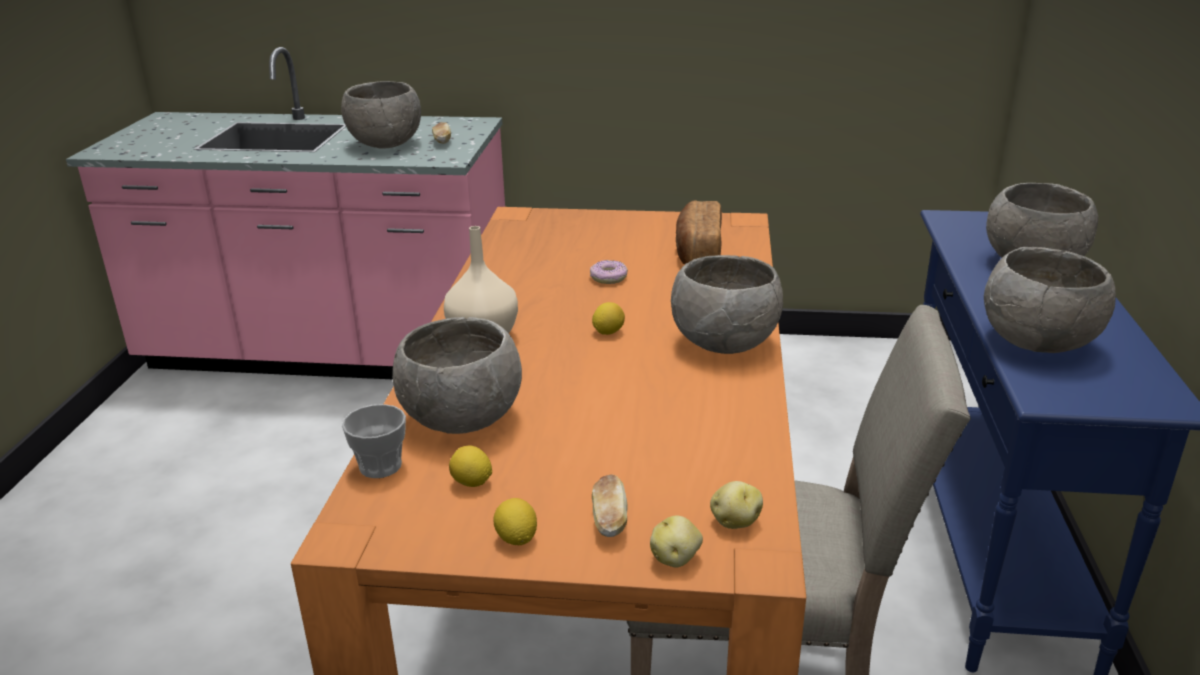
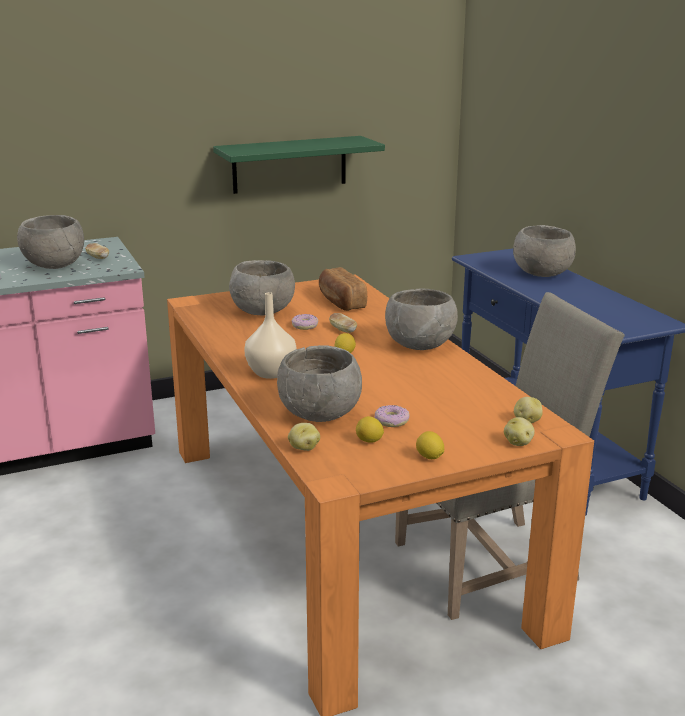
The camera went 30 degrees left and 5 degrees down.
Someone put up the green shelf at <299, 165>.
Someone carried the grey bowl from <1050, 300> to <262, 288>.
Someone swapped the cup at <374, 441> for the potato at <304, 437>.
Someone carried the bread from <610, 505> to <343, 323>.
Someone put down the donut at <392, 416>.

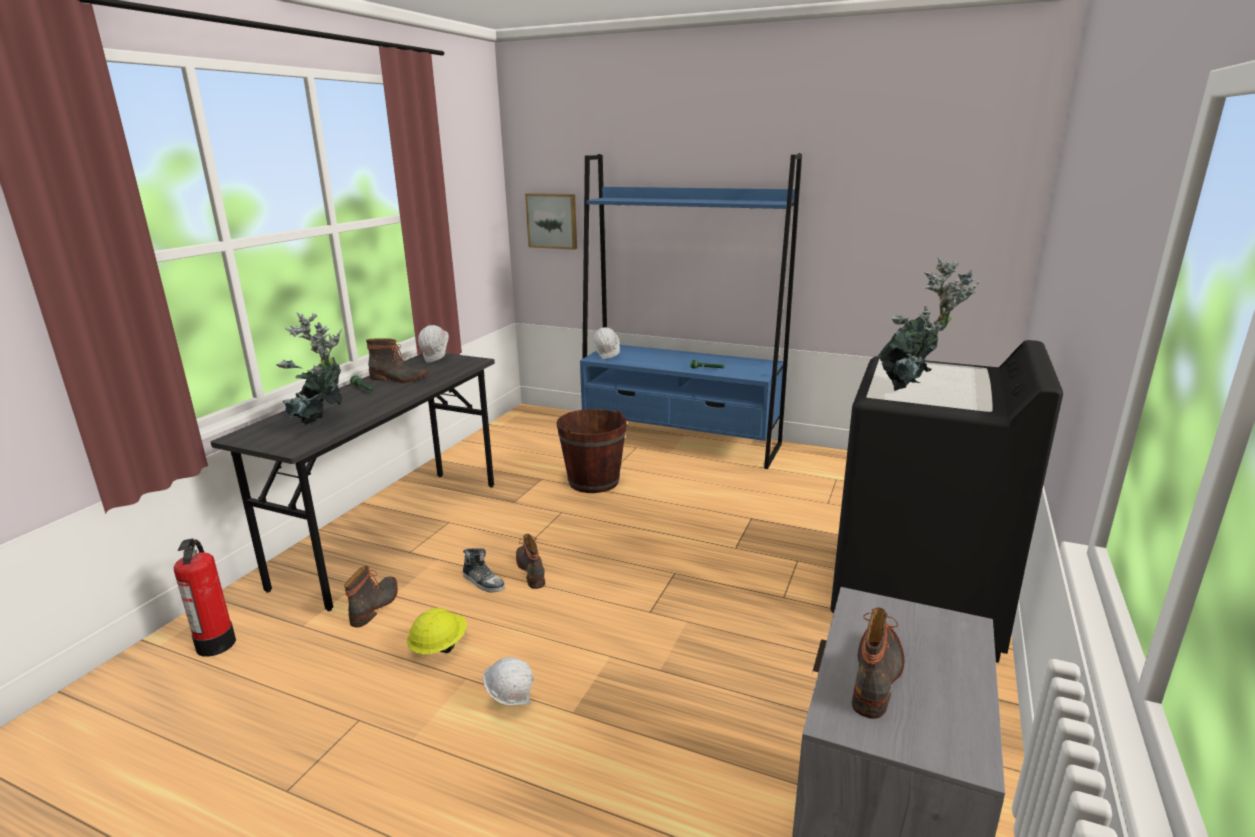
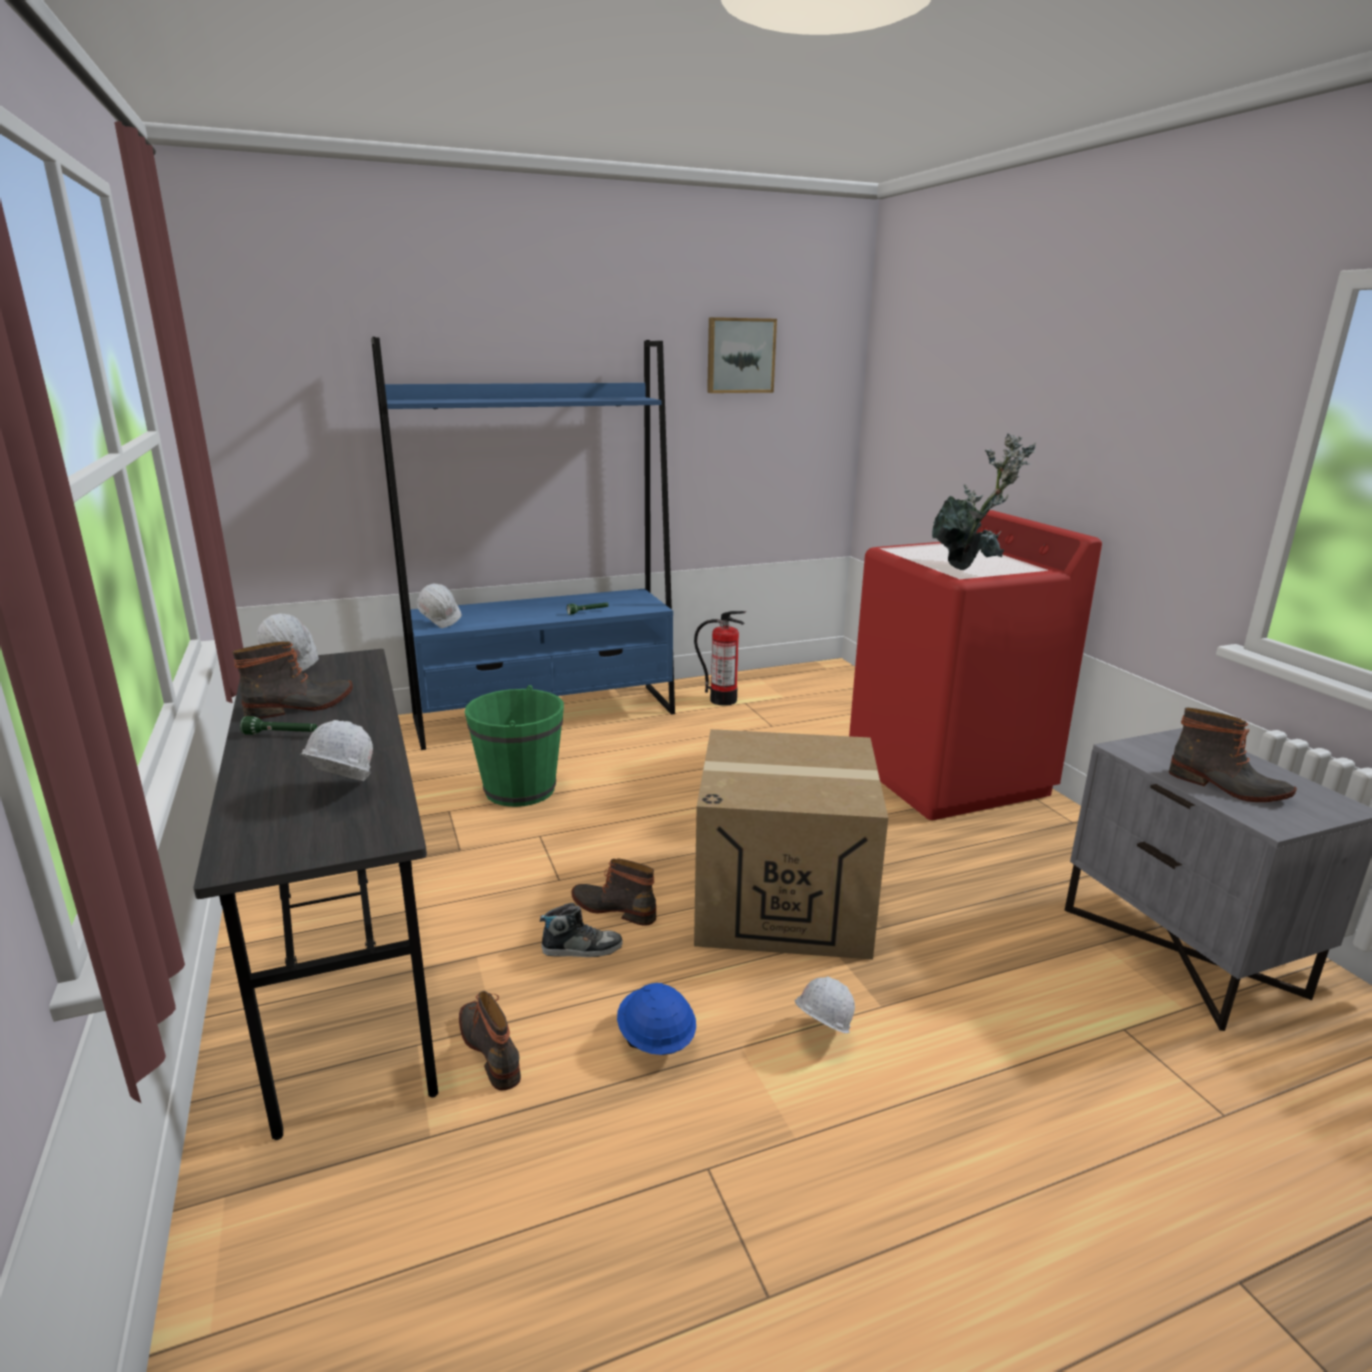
The camera went 45 degrees left and 0 degrees up.
Someone swapped the potted plant at <309, 368> for the white hard hat at <336, 751>.
Someone repainted the brown bucket at <592, 451>, which became the green bucket at <514, 746>.
Someone repainted the yellow hard hat at <437, 631>, which became the blue hard hat at <656, 1019>.
Someone carried the fire extinguisher from <205, 597> to <720, 658>.
Someone put down the cardboard box at <791, 844>.
Someone carried the picture from <551, 221> to <742, 355>.
Someone repainted the black washing machine at <946, 501>, which became the red washing machine at <975, 665>.
Someone rotated the boot at <878, 663> by 150 degrees clockwise.

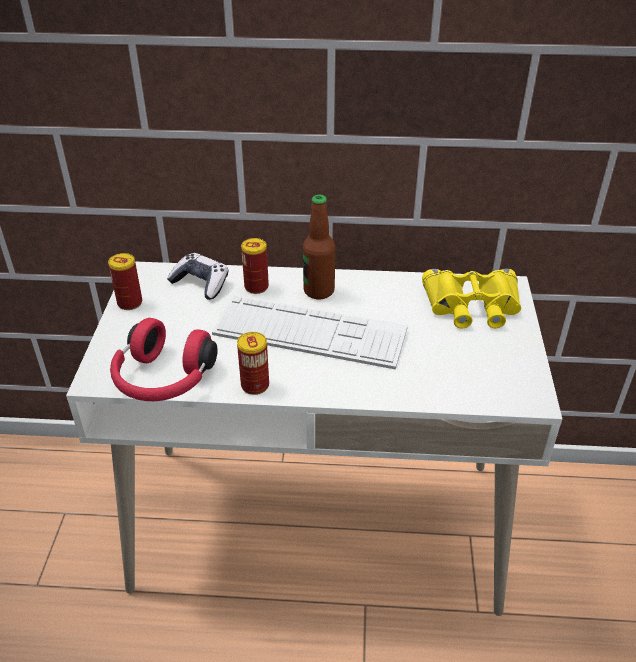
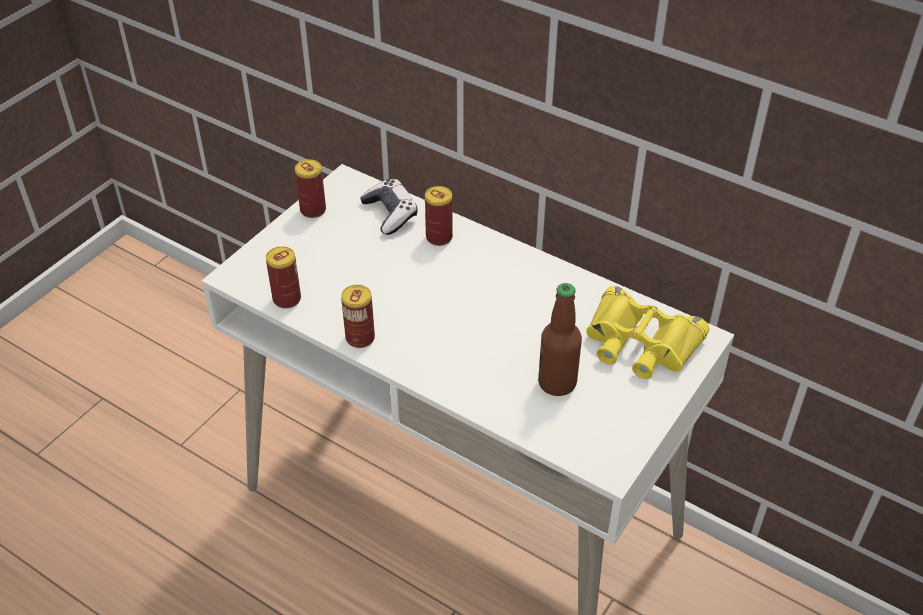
The camera went 30 degrees right and 5 degrees up.
Someone swapped the red headphones at <163, 359> for the can at <283, 277>.
Someone carried the bottle from <319, 247> to <560, 339>.
Someone took away the keyboard at <310, 332>.

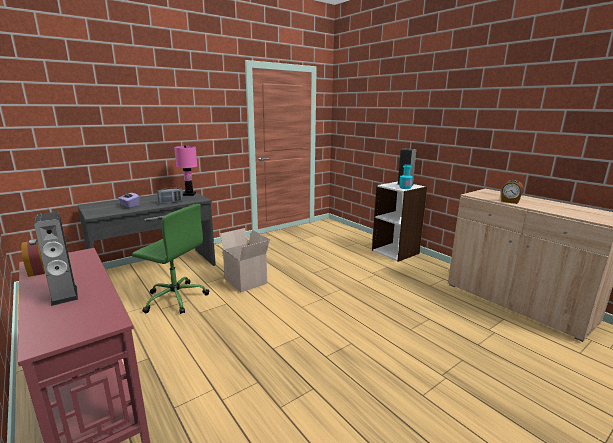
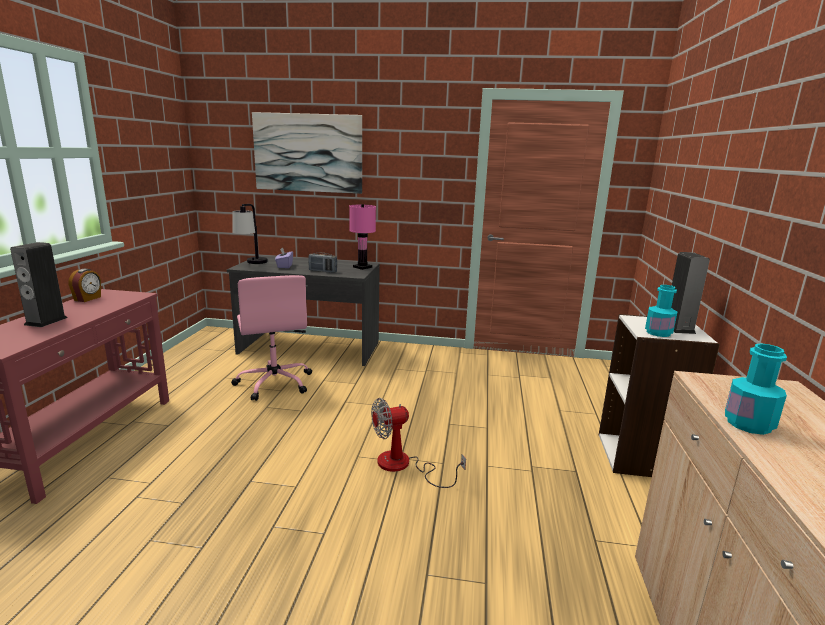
The camera went 45 degrees right and 0 degrees up.
Someone repainted the green office chair at <170, 259>, which became the pink office chair at <271, 338>.
Someone put down the table lamp at <250, 234>.
Someone put up the picture at <307, 153>.
Someone put down the fan at <418, 443>.
Someone swapped the alarm clock at <512, 192> for the turquoise bottle at <756, 389>.
Someone took away the cardboard box at <242, 260>.

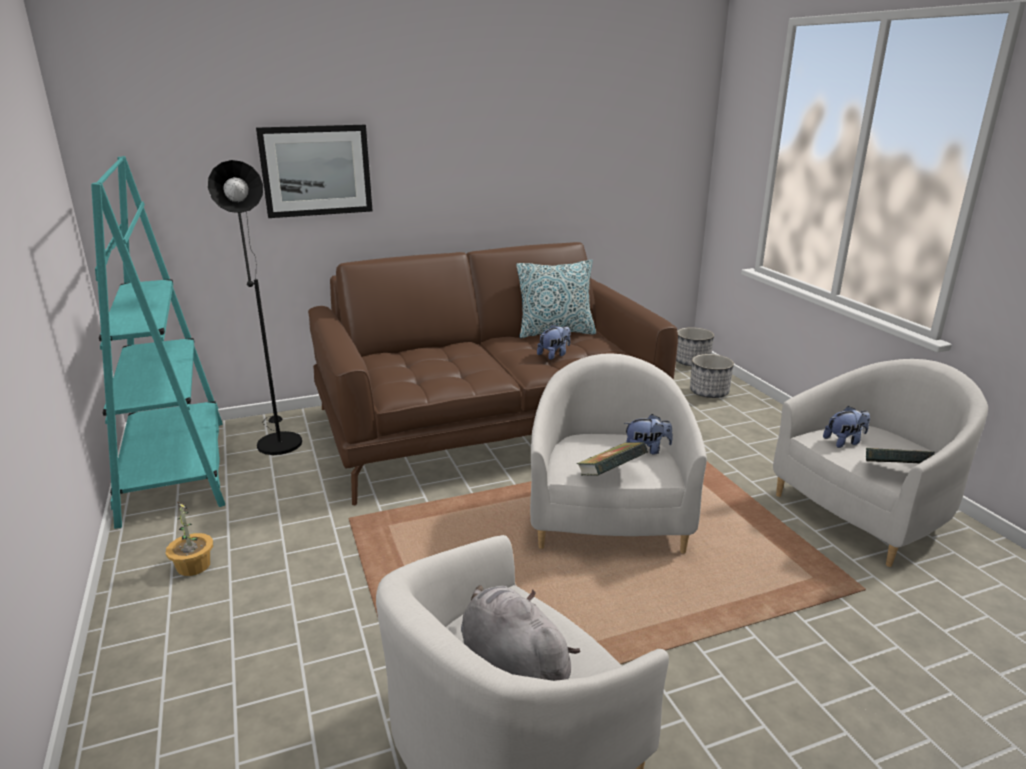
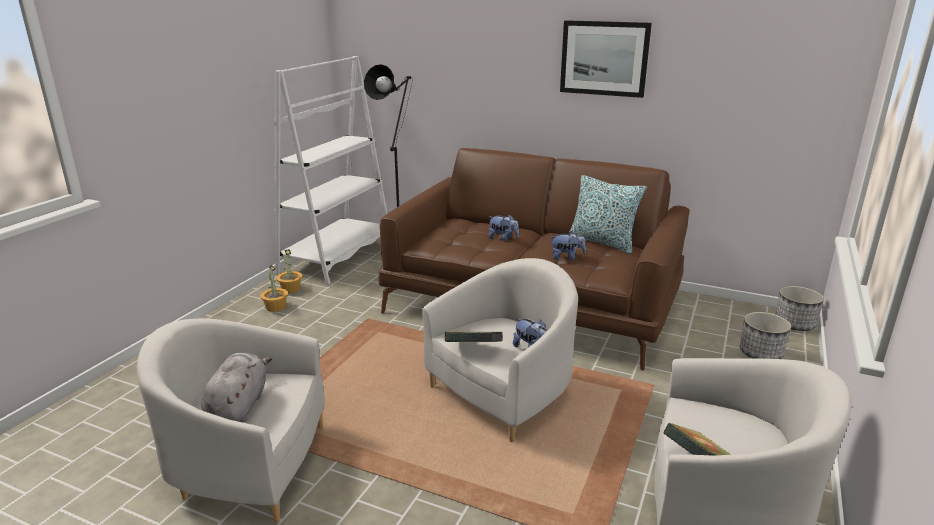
The camera went 45 degrees right and 0 degrees up.
Someone repainted the turquoise bookcase at <158, 342>, which became the white bookcase at <330, 170>.
Someone put down the potted plant at <289, 271>.
Someone carried the plush toy from <846, 427> to <504, 227>.
Someone carried the picture from <314, 171> to <606, 59>.

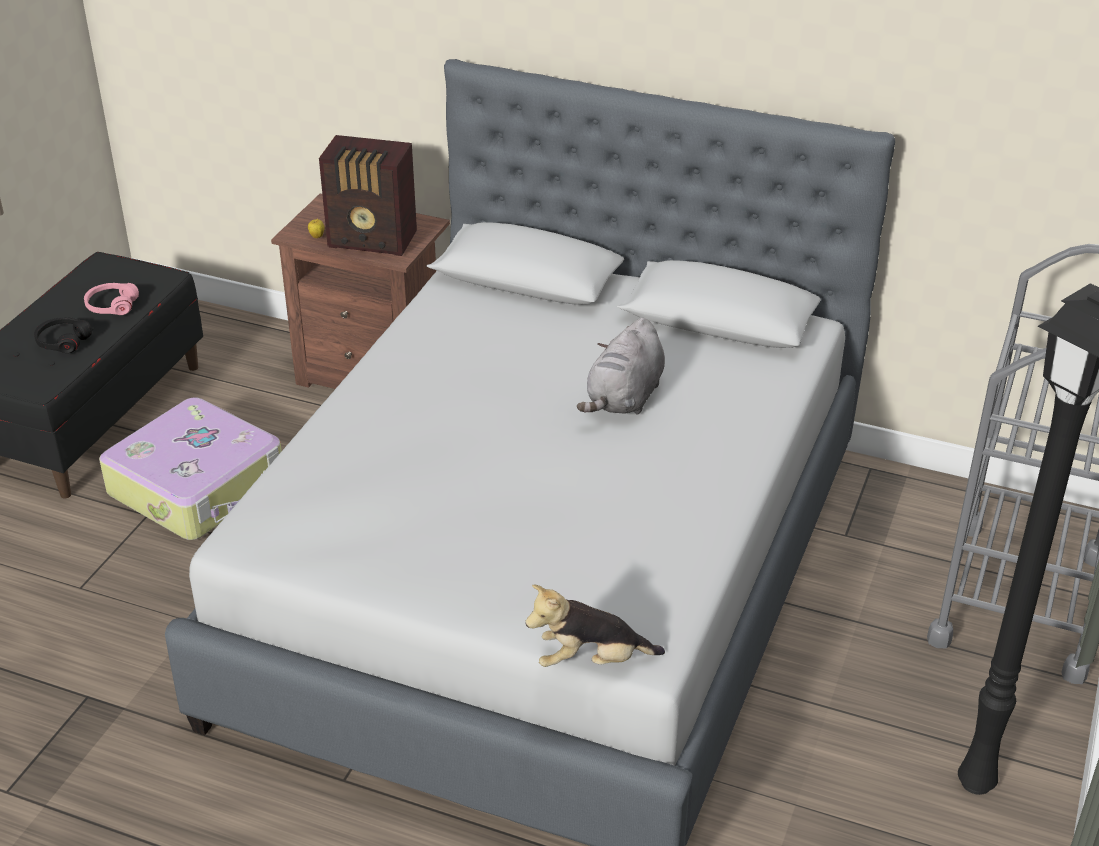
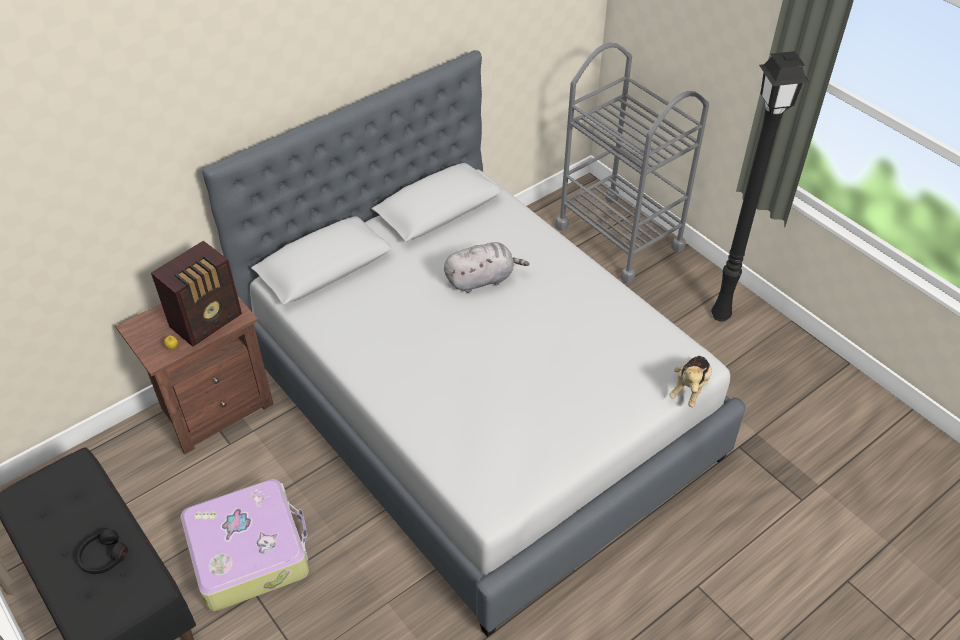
The camera went 60 degrees left and 10 degrees up.
Someone rotated the grey plush toy at <621, 366> by 75 degrees counterclockwise.
Someone took away the pink headphones at <111, 299>.

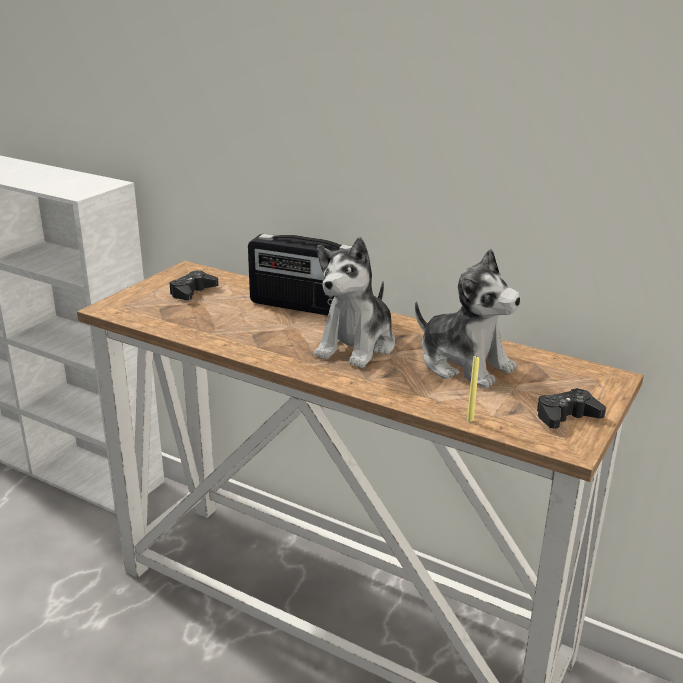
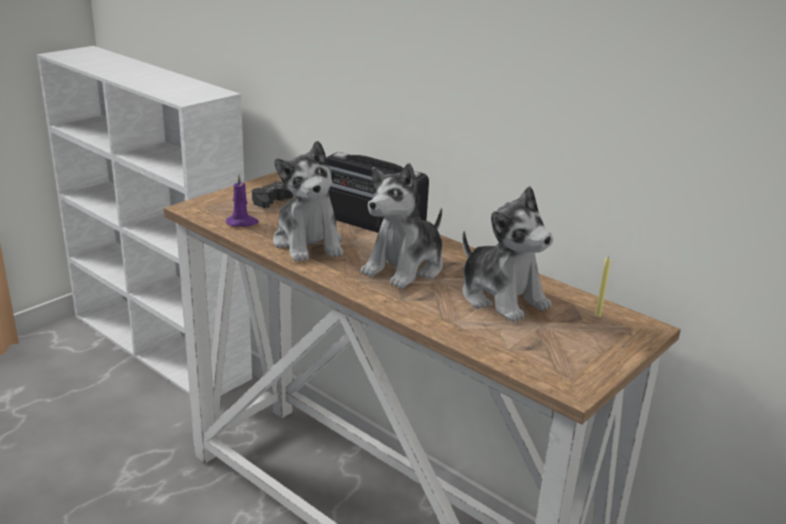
The camera went 10 degrees right and 0 degrees up.
Someone put down the purple candle at <242, 200>.
Someone put down the plush toy at <308, 201>.
Someone carried the yellow candle from <473, 388> to <603, 287>.
Someone took away the black game controller at <571, 408>.

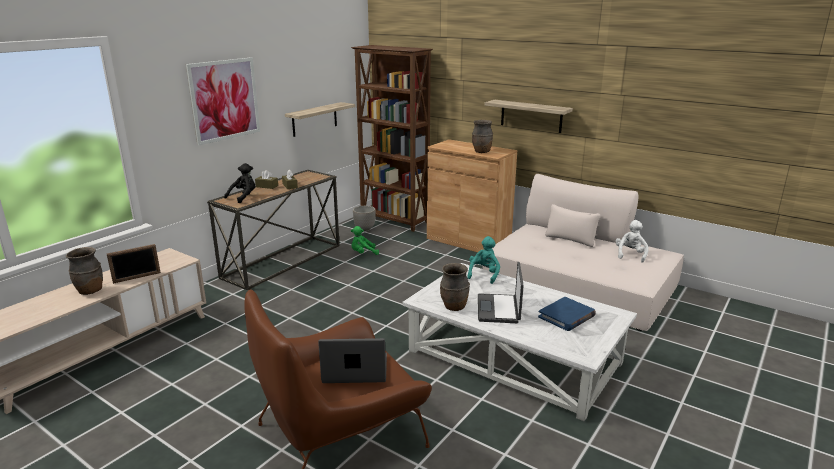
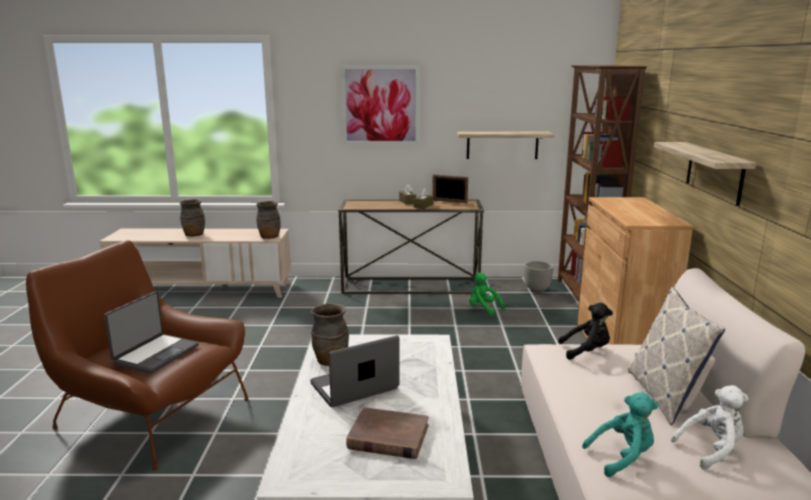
The camera went 55 degrees right and 5 degrees down.
Someone rotated the laptop at <352, 360> by 60 degrees clockwise.
Someone carried the brown vase from <482, 136> to <268, 220>.
Someone repainted the blue book at <567, 314>, which became the brown book at <387, 433>.
Someone carried the picture frame from <134, 264> to <450, 188>.
Someone carried the black plush toy from <239, 183> to <585, 331>.
Someone carried the turquoise plush toy from <483, 260> to <620, 434>.
Someone put down the pillow at <676, 356>.

